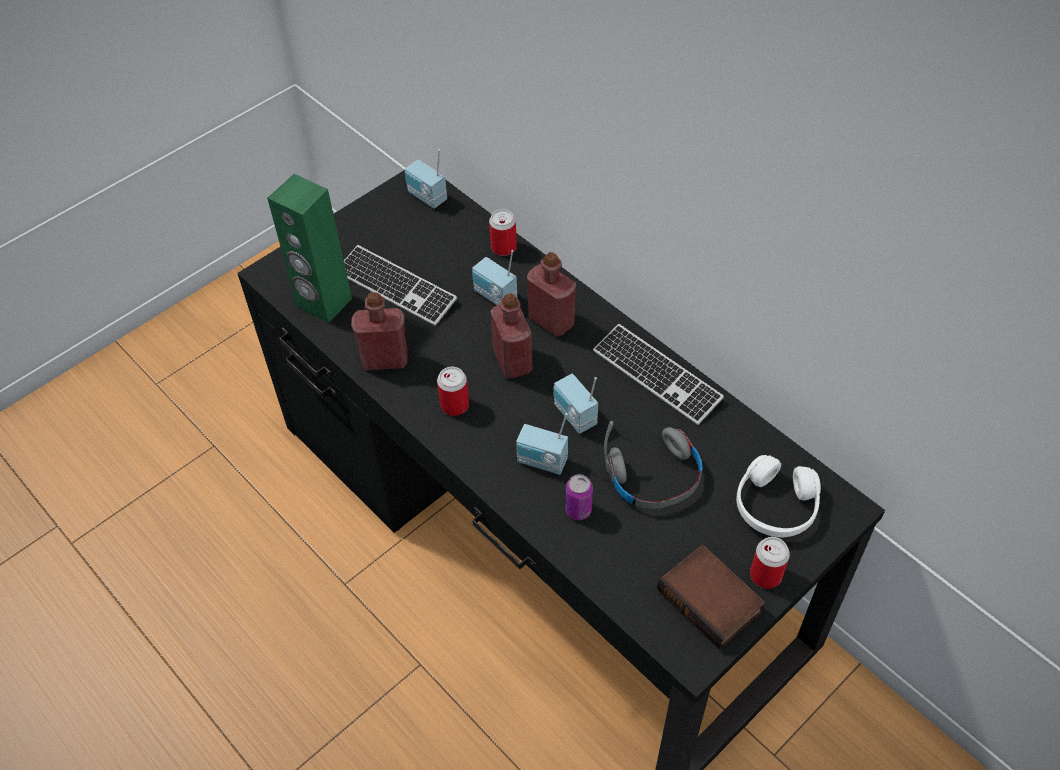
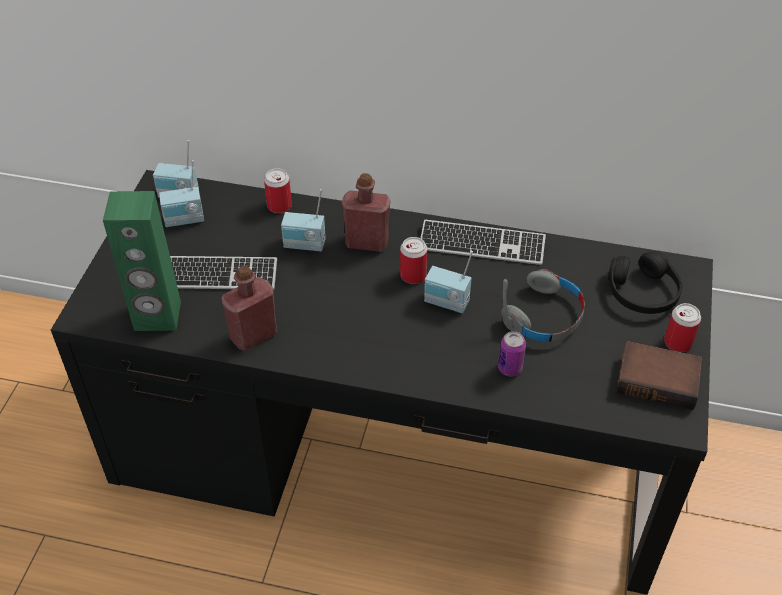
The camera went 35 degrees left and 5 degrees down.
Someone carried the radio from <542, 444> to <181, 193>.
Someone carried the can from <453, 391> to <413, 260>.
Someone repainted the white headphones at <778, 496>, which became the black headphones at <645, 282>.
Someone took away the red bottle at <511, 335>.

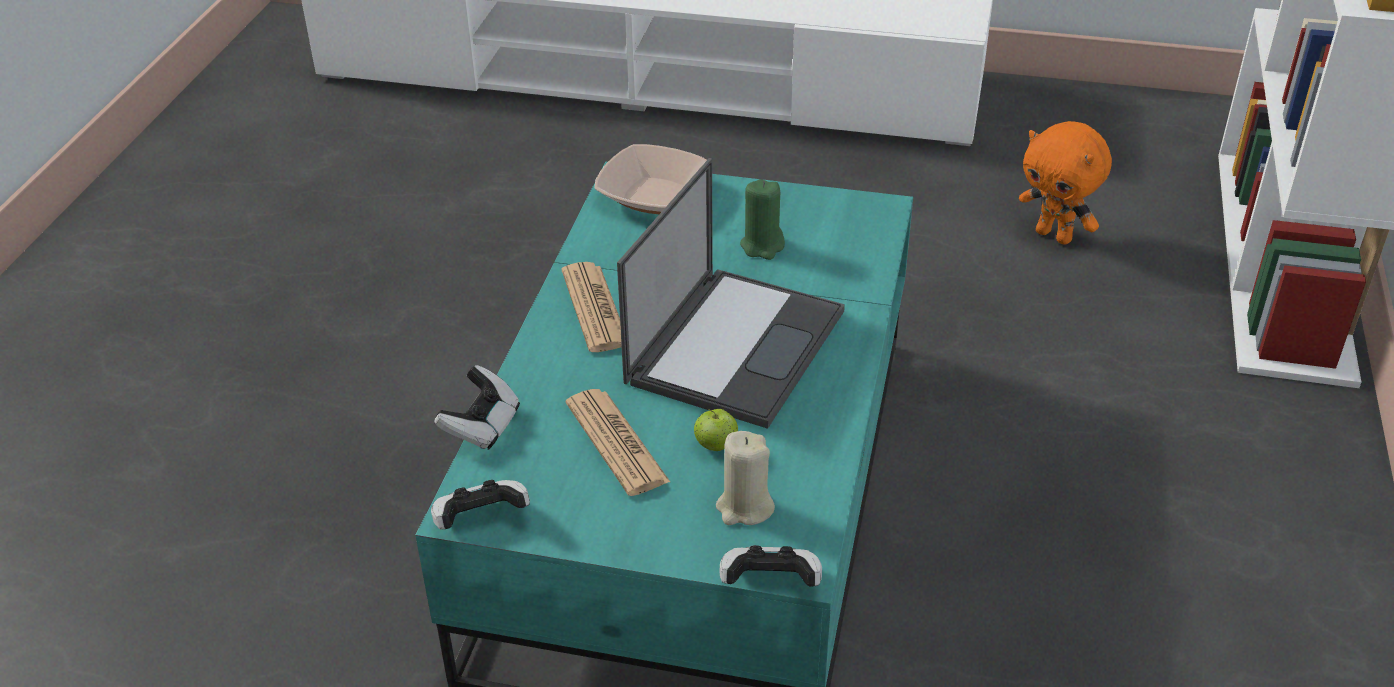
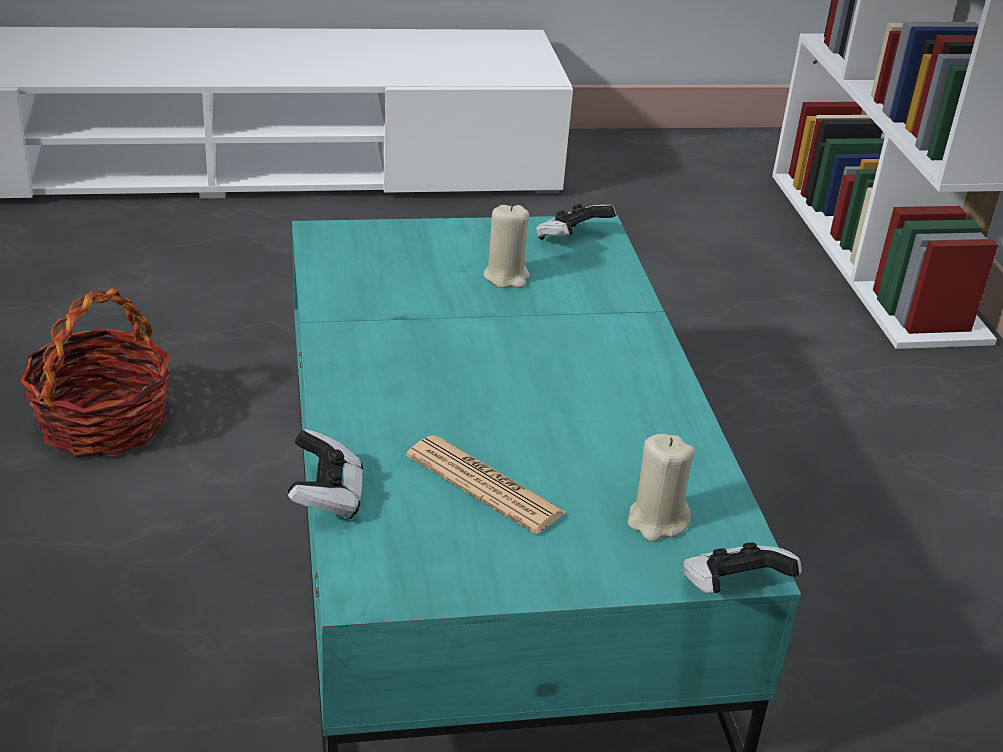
The camera went 25 degrees left and 5 degrees down.
Someone put down the basket at <95, 372>.
Someone repainted the green candle at <762, 219>, which became the beige candle at <507, 246>.
Someone carried the game controller from <480, 505> to <576, 222>.
Someone took away the newspaper at <592, 307>.
Someone took away the bowl at <650, 179>.
Someone took away the laptop at <731, 293>.
Someone took away the apple at <716, 430>.
Someone took away the orange plush toy at <1065, 183>.

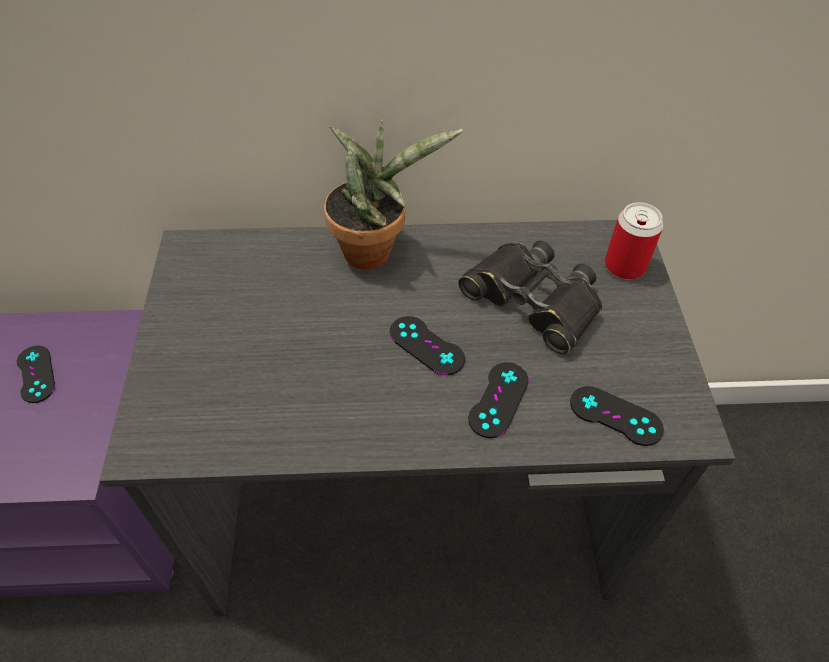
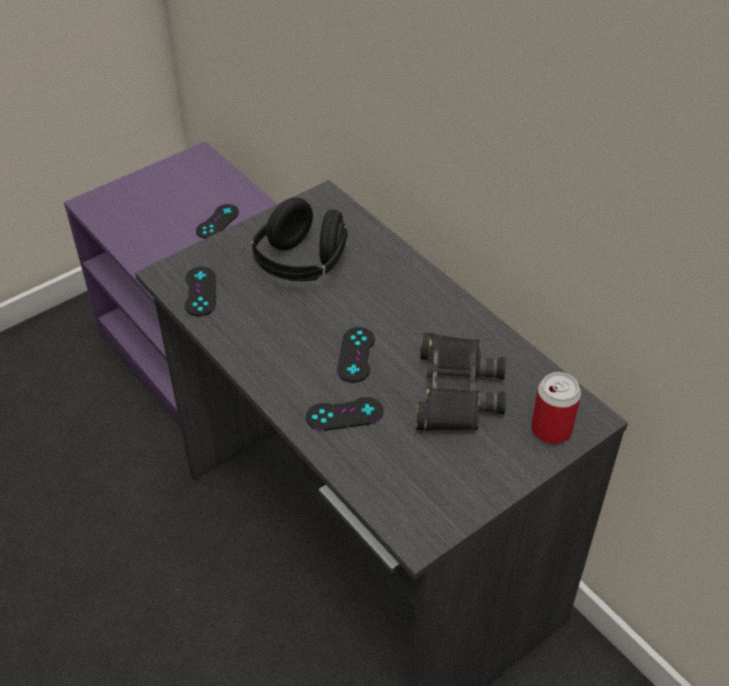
The camera went 55 degrees right and 5 degrees down.
Someone carried the black game controller from <617, 416> to <200, 291>.
Someone put down the black headphones at <299, 239>.
Someone took away the potted plant at <393, 194>.

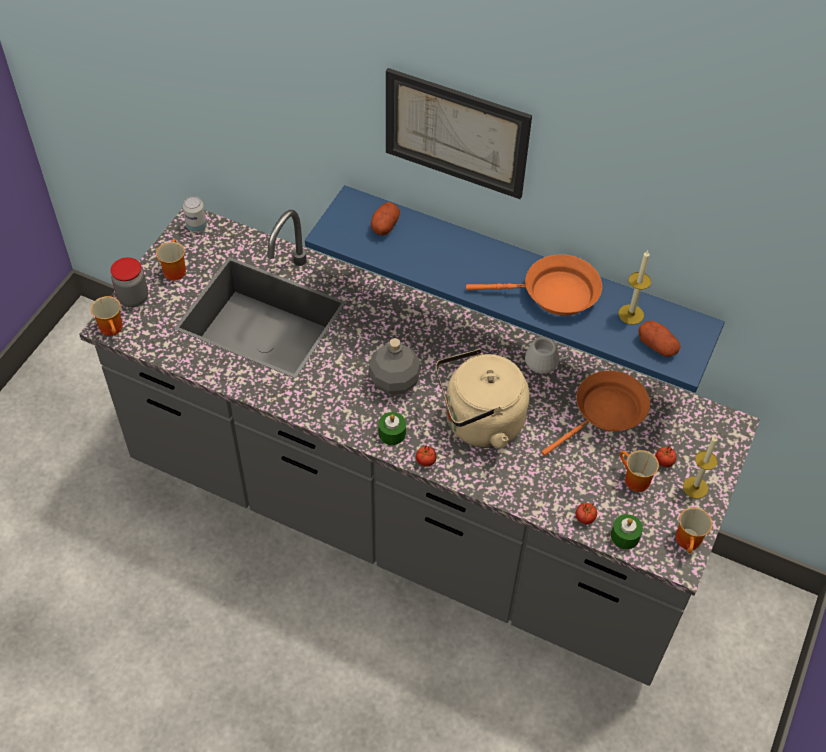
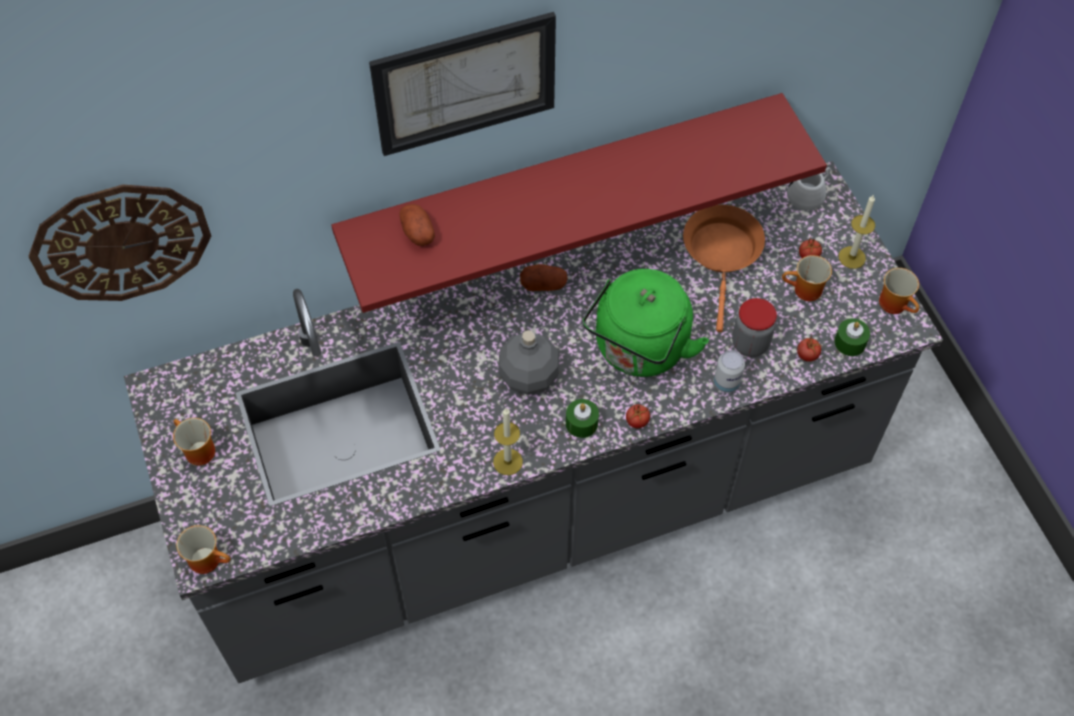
The camera went 45 degrees left and 5 degrees up.
Someone put up the wall clock at <120, 243>.
Someone repainted the blue shelf at <515, 289>, which became the red shelf at <579, 203>.
Someone carried the candle from <635, 287> to <508, 441>.
Someone carried the potato from <659, 339> to <544, 277>.
Someone repainted the beige kettle at <483, 399>, which became the green kettle at <645, 323>.
Someone carried the can from <195, 214> to <729, 371>.
Someone carried the jar from <129, 282> to <754, 327>.
Someone carried the white mug from <548, 355> to <809, 188>.
Someone took away the orange frying pan at <534, 285>.

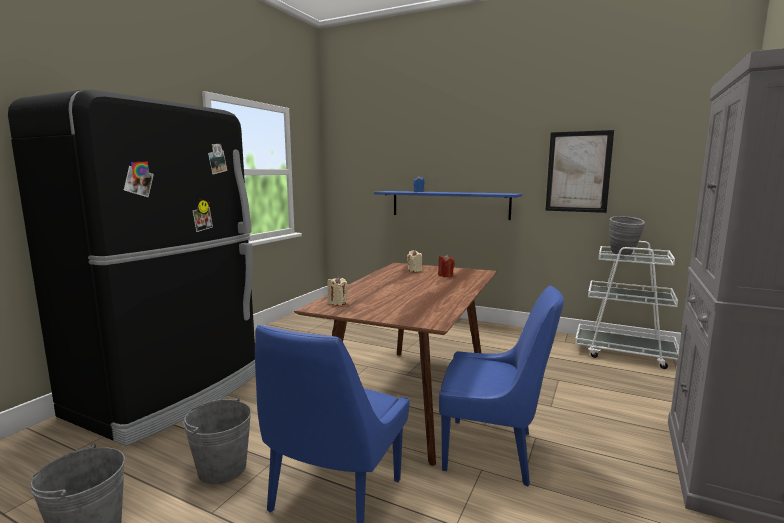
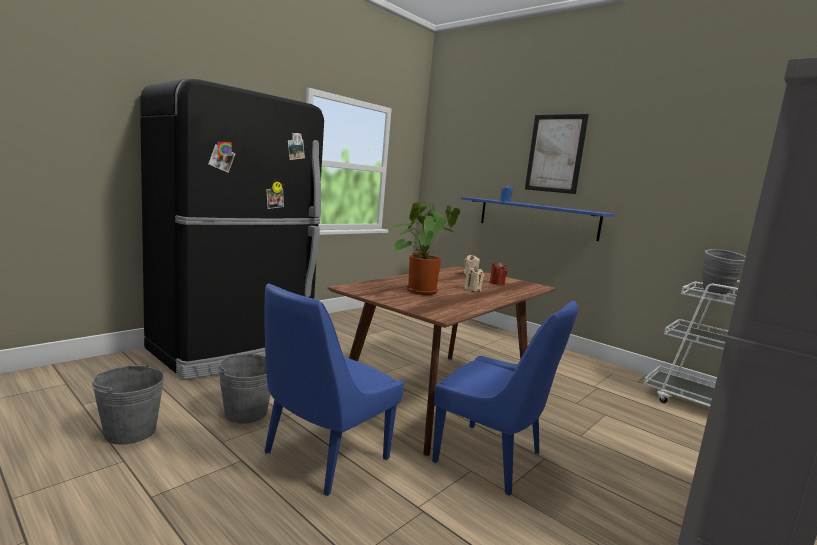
The camera went 15 degrees right and 0 degrees up.
Someone put down the potted plant at <425, 248>.
Someone carried the beige candle from <337, 290> to <474, 279>.
Someone carried the picture from <579, 171> to <557, 154>.

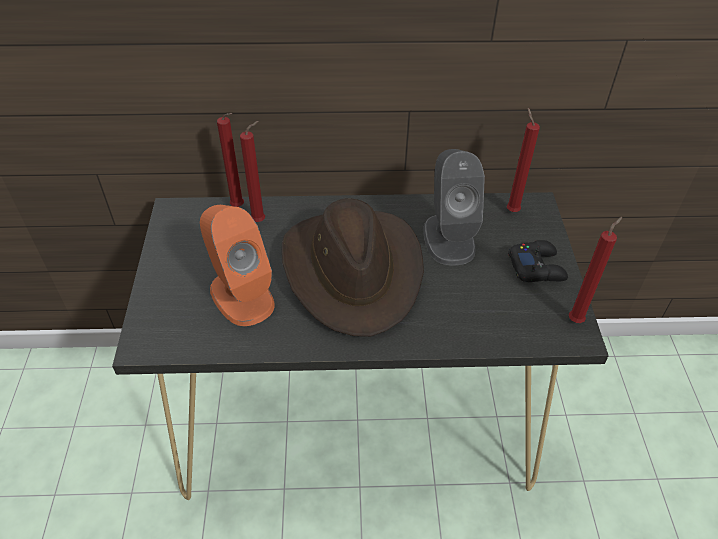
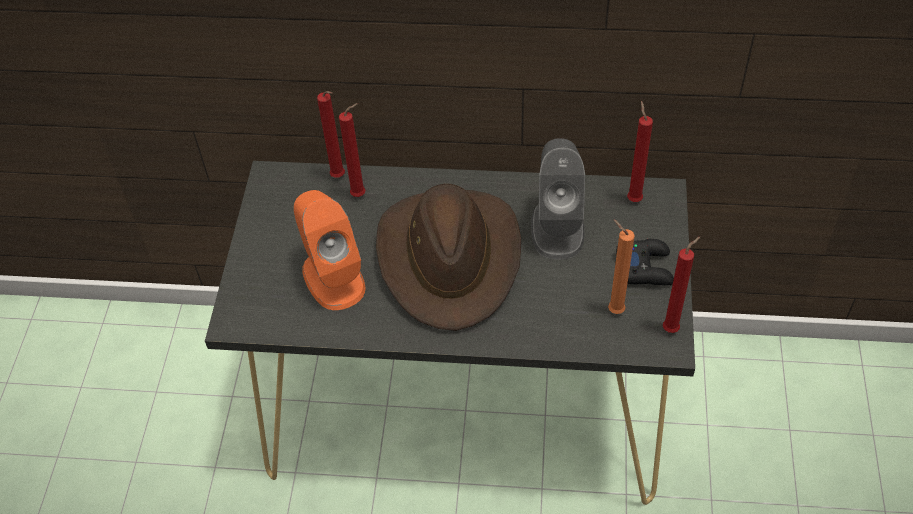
The camera went 10 degrees right and 5 degrees up.
Someone put down the orange candle at <621, 267>.

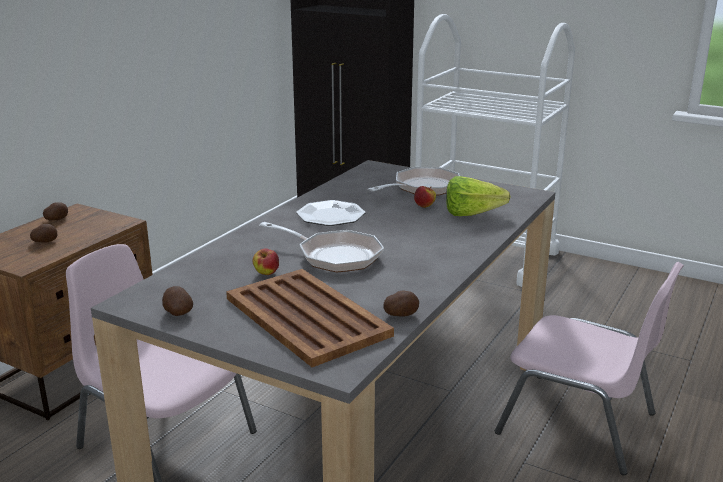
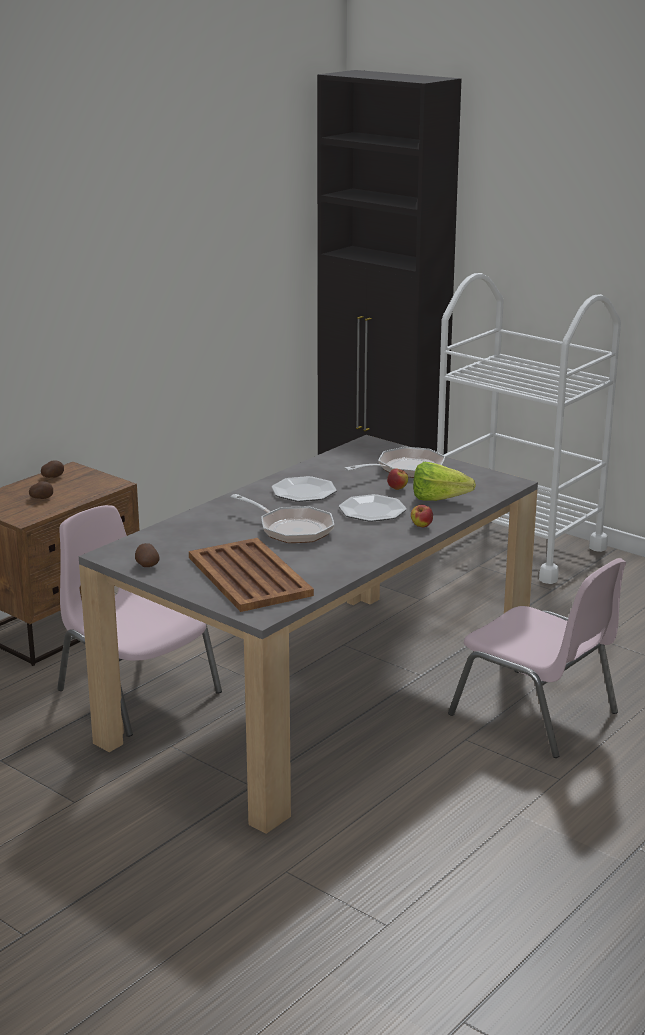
The camera went 10 degrees right and 0 degrees up.
Someone put down the plate at <373, 508>.
Someone carried the apple from <266, 261> to <422, 516>.
Someone took away the potato at <401, 304>.

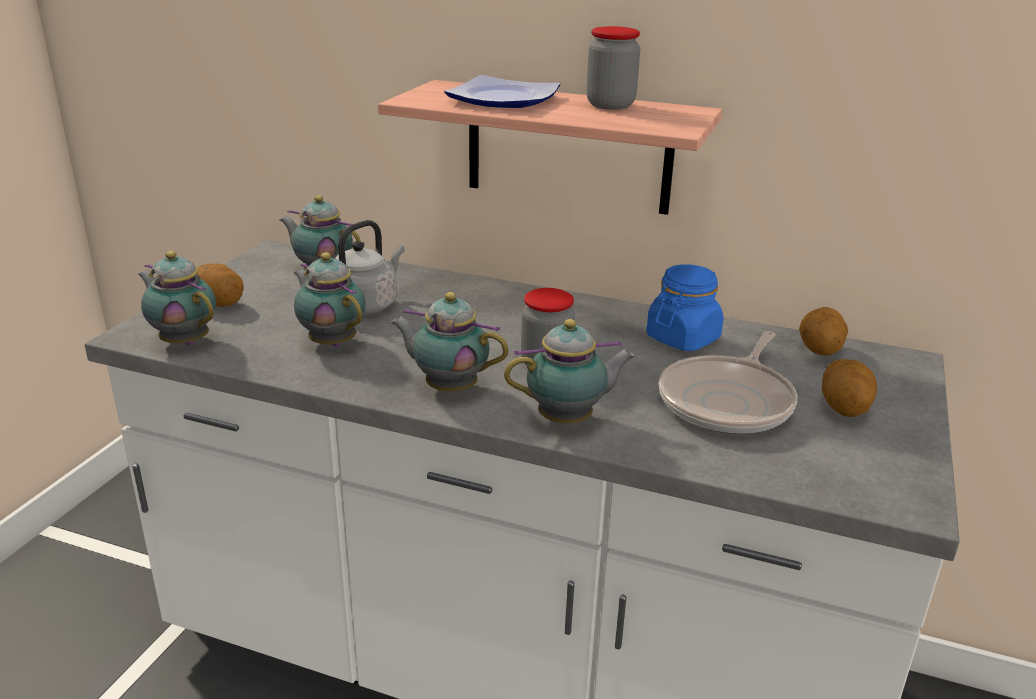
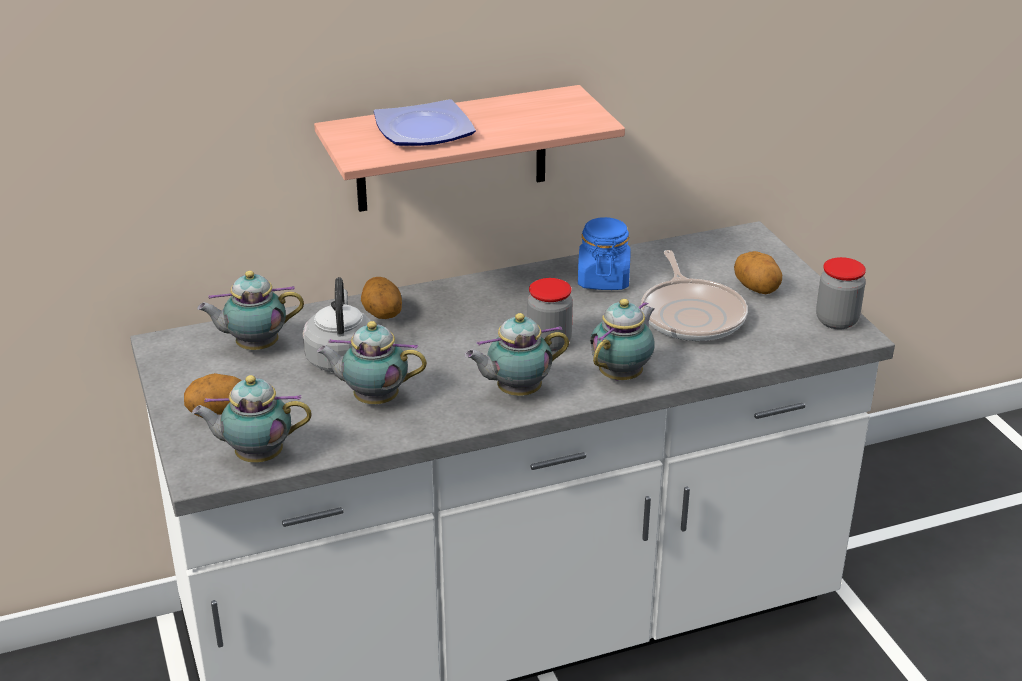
The camera went 40 degrees left and 5 degrees up.
Someone carried the potato from <823, 331> to <381, 298>.
Someone carried the jar from <613, 68> to <841, 293>.

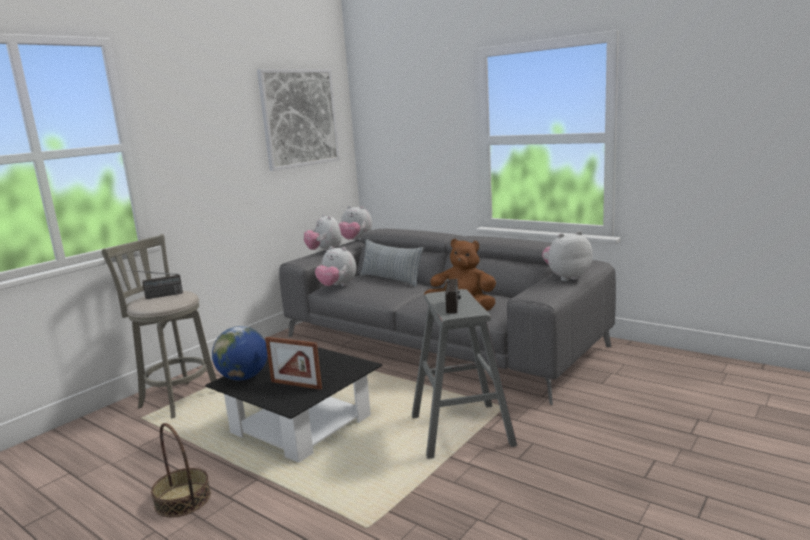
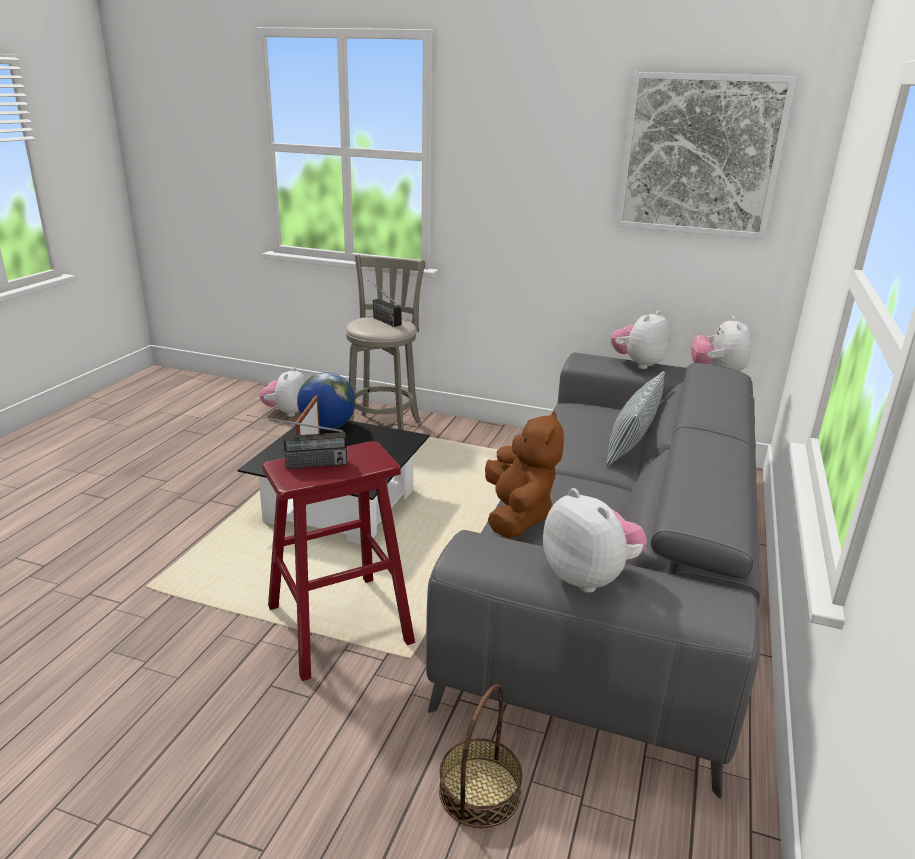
The camera went 70 degrees right and 10 degrees up.
Someone carried the plush toy from <335, 266> to <282, 392>.
Someone repainted the grey stool at <464, 374>, which became the red stool at <338, 561>.
Someone carried the basket from <181, 470> to <481, 756>.

